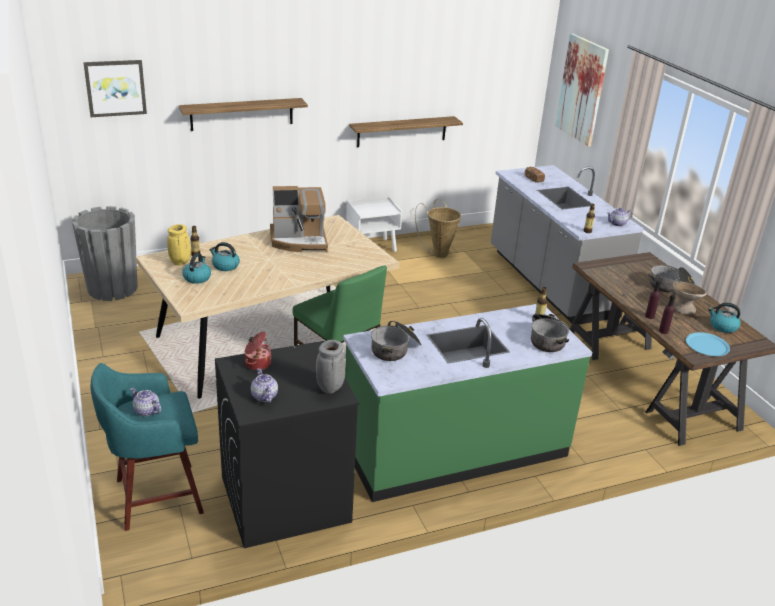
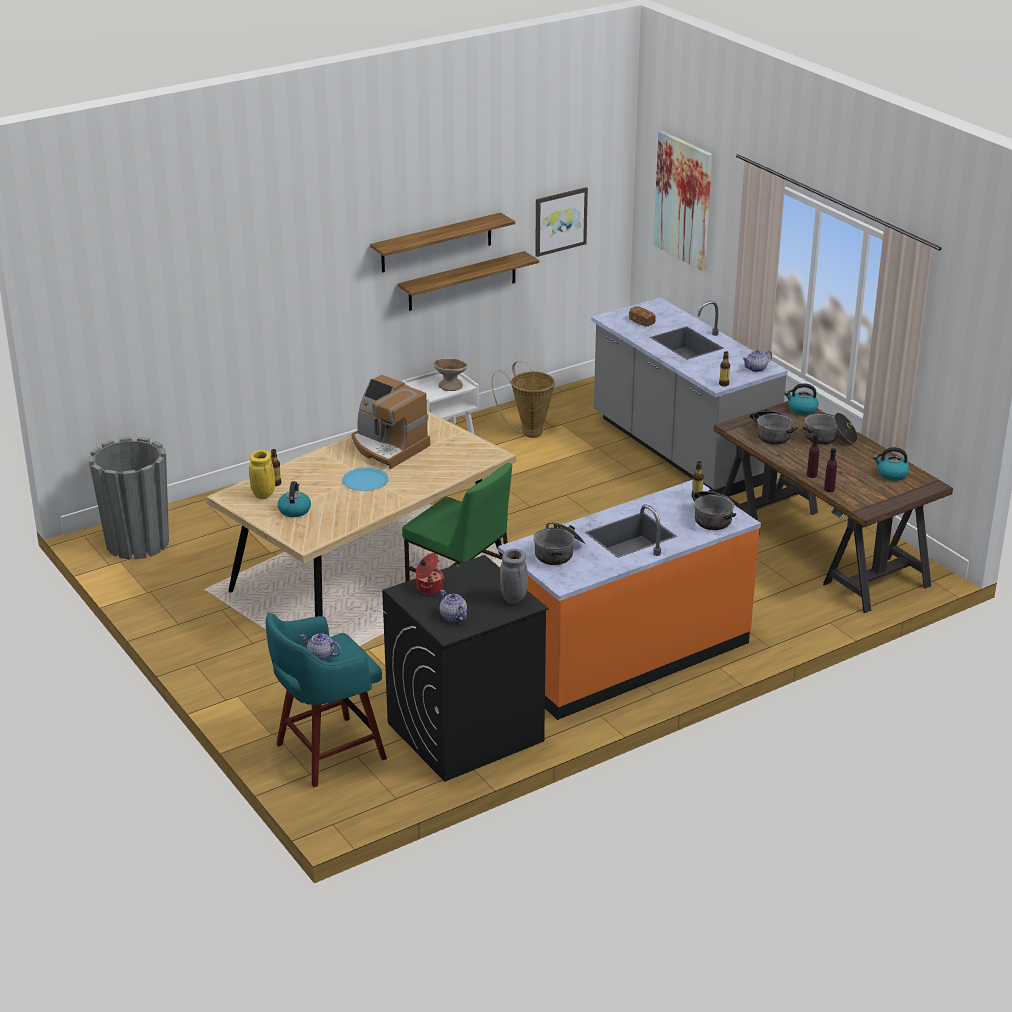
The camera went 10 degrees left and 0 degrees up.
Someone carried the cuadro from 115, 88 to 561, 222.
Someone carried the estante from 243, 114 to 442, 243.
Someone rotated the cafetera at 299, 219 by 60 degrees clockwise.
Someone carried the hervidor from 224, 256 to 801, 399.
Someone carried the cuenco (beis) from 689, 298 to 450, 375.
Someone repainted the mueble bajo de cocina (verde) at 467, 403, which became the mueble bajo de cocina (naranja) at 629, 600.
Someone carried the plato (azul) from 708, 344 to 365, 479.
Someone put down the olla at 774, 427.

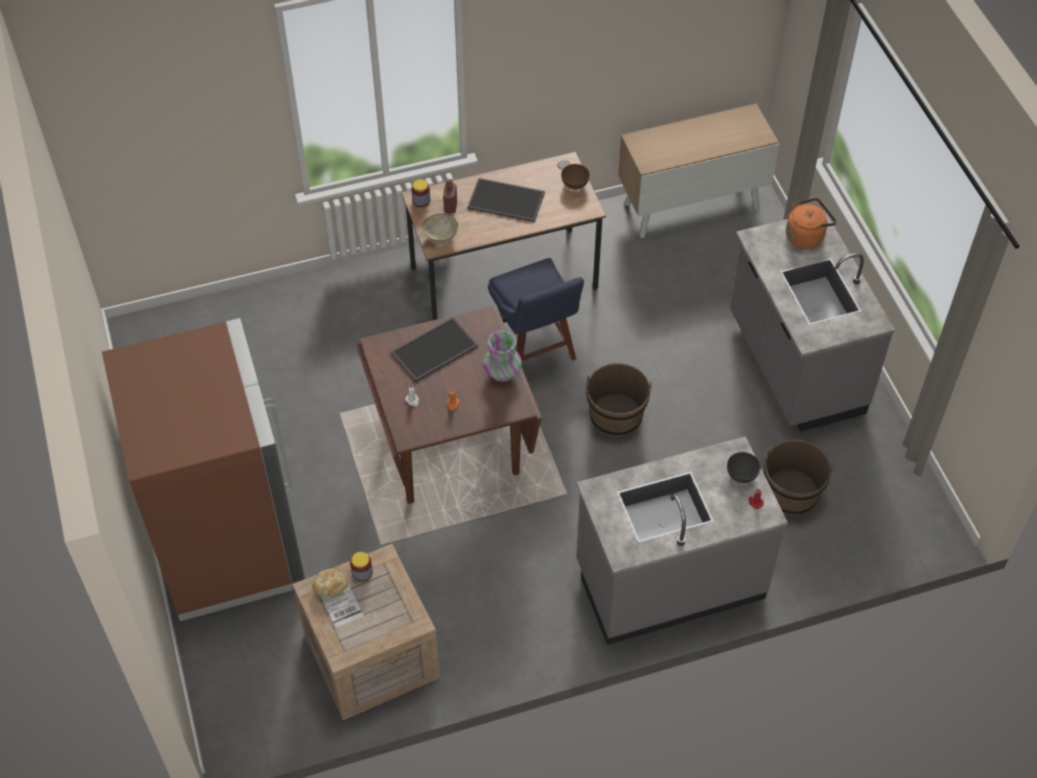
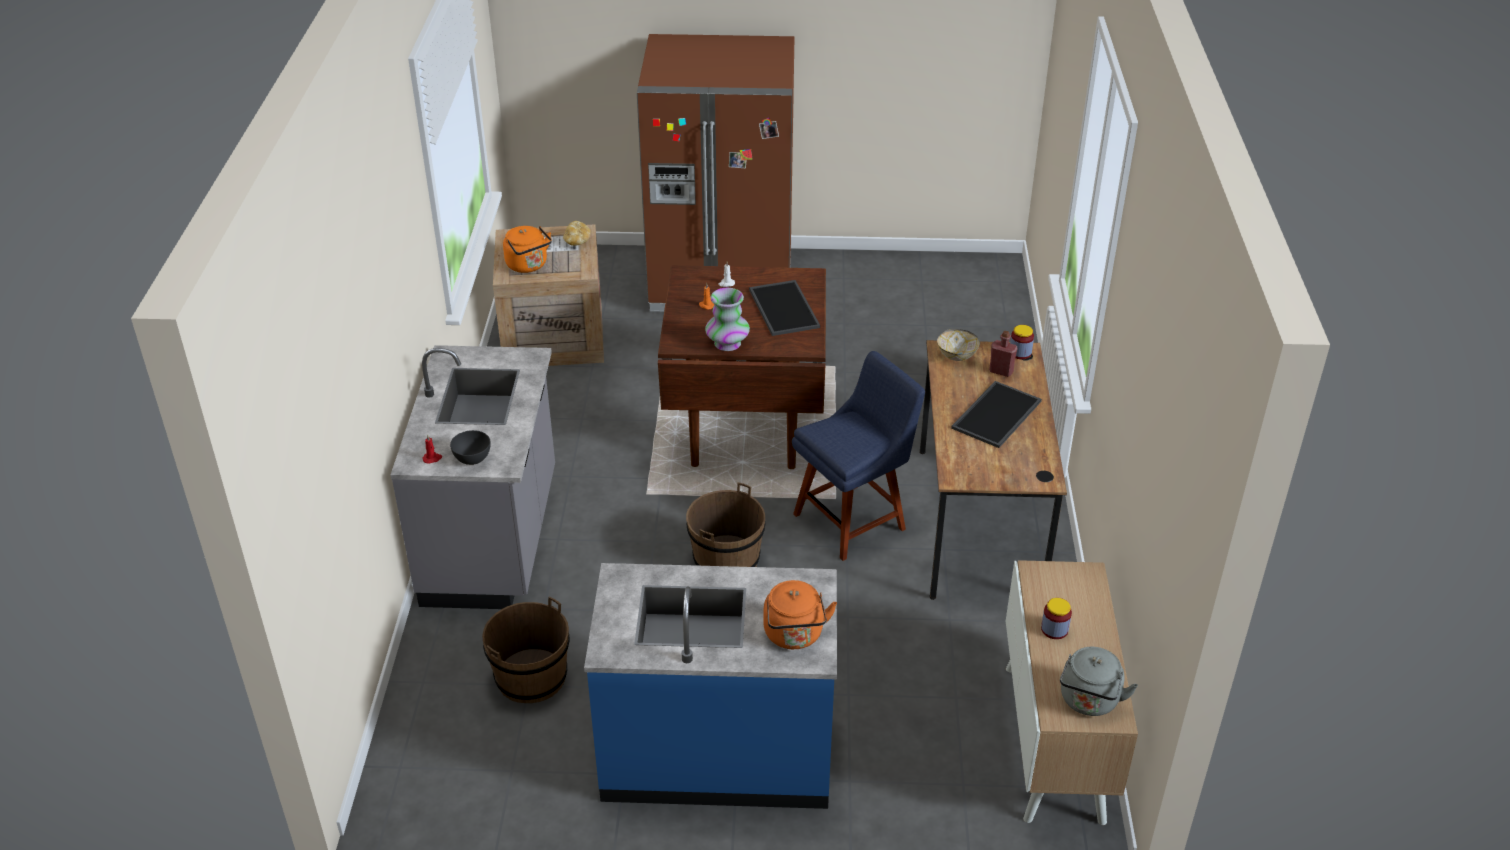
The camera went 110 degrees right and 15 degrees down.
Someone took away the cuenco (marrón) at 575, 177.
Someone repainted the mueble bajo de cocina (gris) at 812, 321, which became the mueble bajo de cocina (azul) at 710, 686.
Someone rotated the silla (azul) at 536, 312 by 150 degrees clockwise.
Someone carried the tarro from 361, 567 to 1056, 618.
Someone put down the hervidor (naranja) at 527, 249.
Someone put down the hervidor (gris) at 1099, 681.

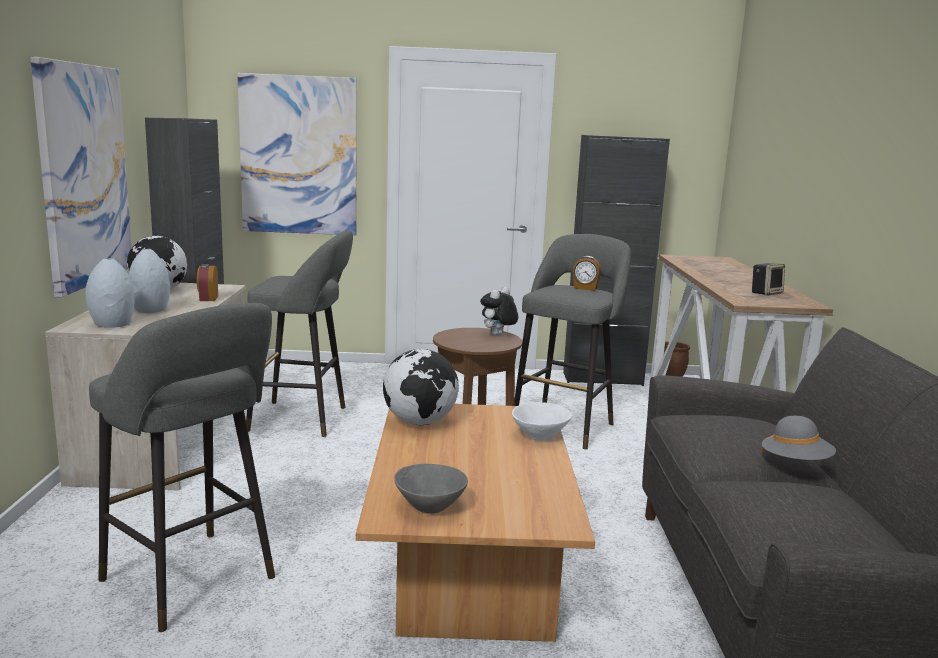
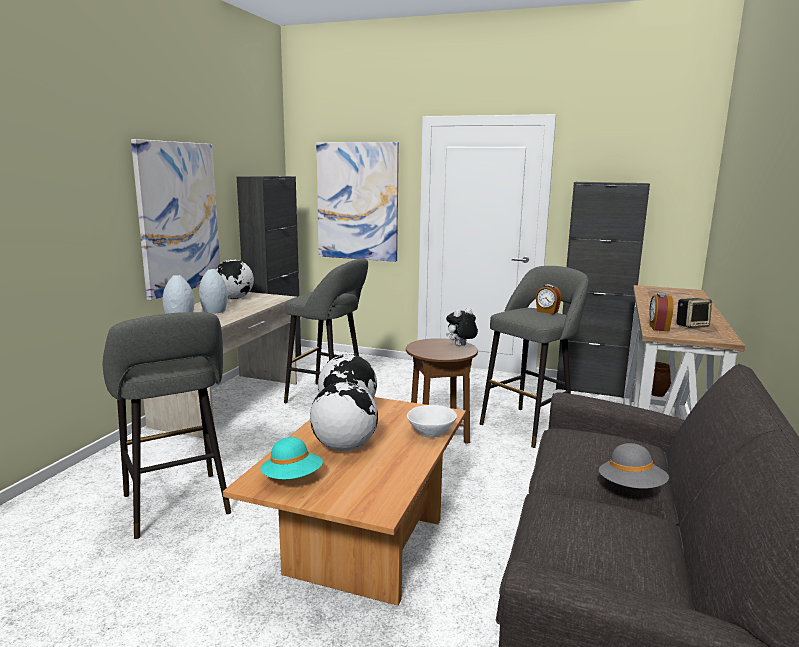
The camera went 20 degrees right and 0 degrees up.
Someone carried the despertador from 207, 282 to 661, 312.
Someone swapped the cuenco (gris) at 431, 489 for the sombrero (turquesa) at 292, 458.
Someone put down the globo terráqueo at 344, 416.

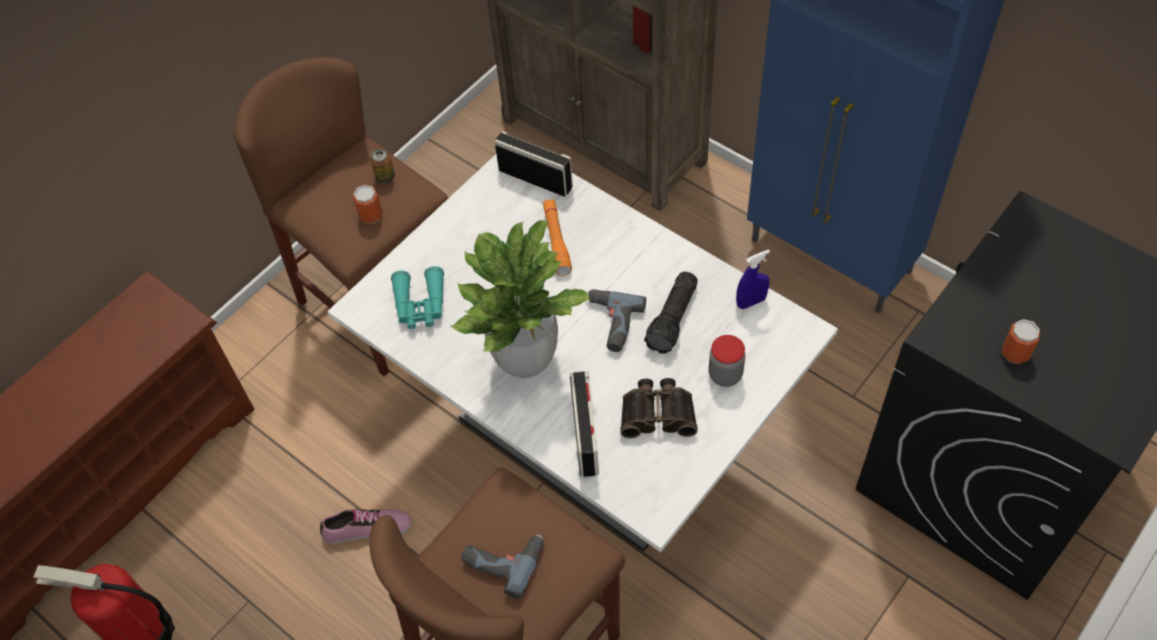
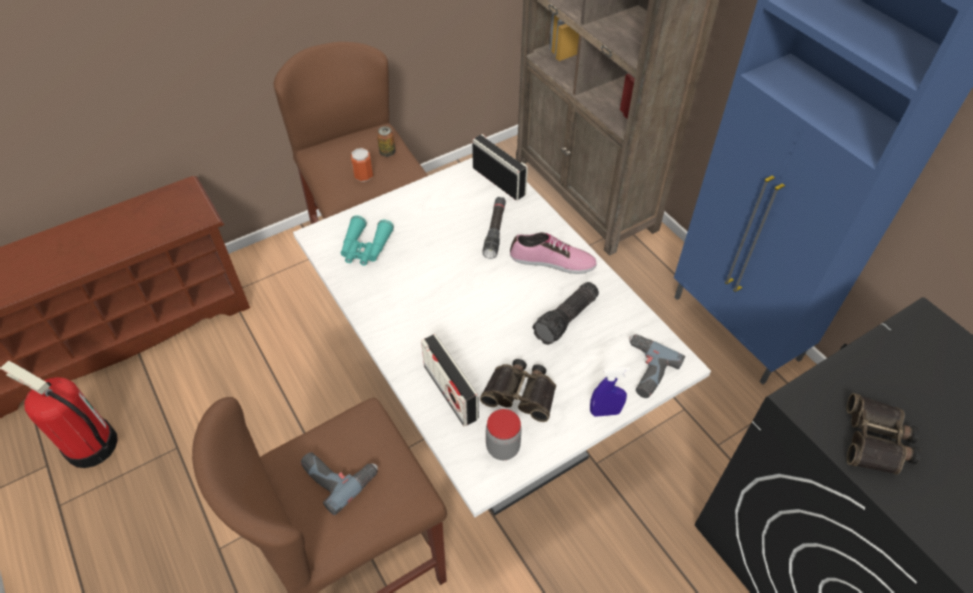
The camera went 15 degrees right and 5 degrees down.
Someone repainted the linterna (naranja) at 557, 237, which became the linterna (negro) at 494, 228.
Someone took away the planta en maceta at 519, 299.
Someone carried the pulverizador (azul) from 753, 279 to 610, 392.
Someone carried the taladro from 616, 320 to 657, 366.
Someone swapped the lata at 1021, 341 for the prismáticos at 884, 434.
Someone carried the tarro from 726, 361 to 504, 434.
Someone rotated the radio at 584, 424 by 135 degrees clockwise.
Someone carried the zapato from 366, 526 to 553, 253.

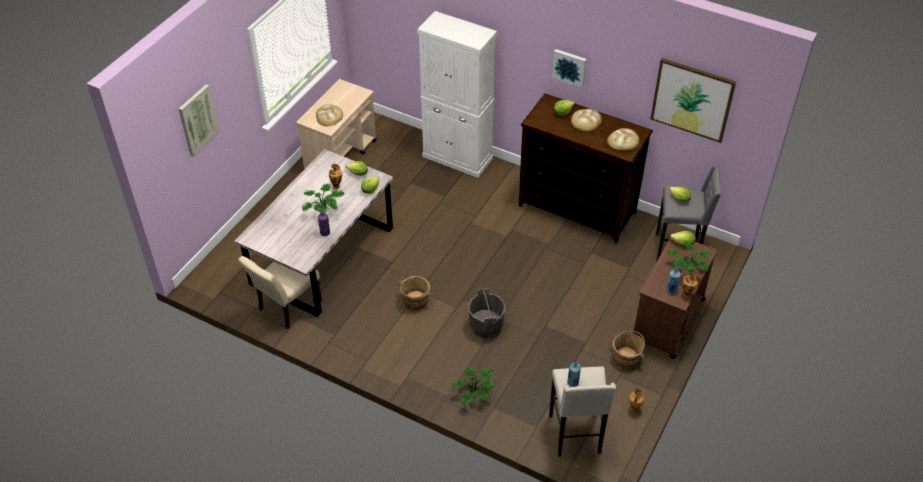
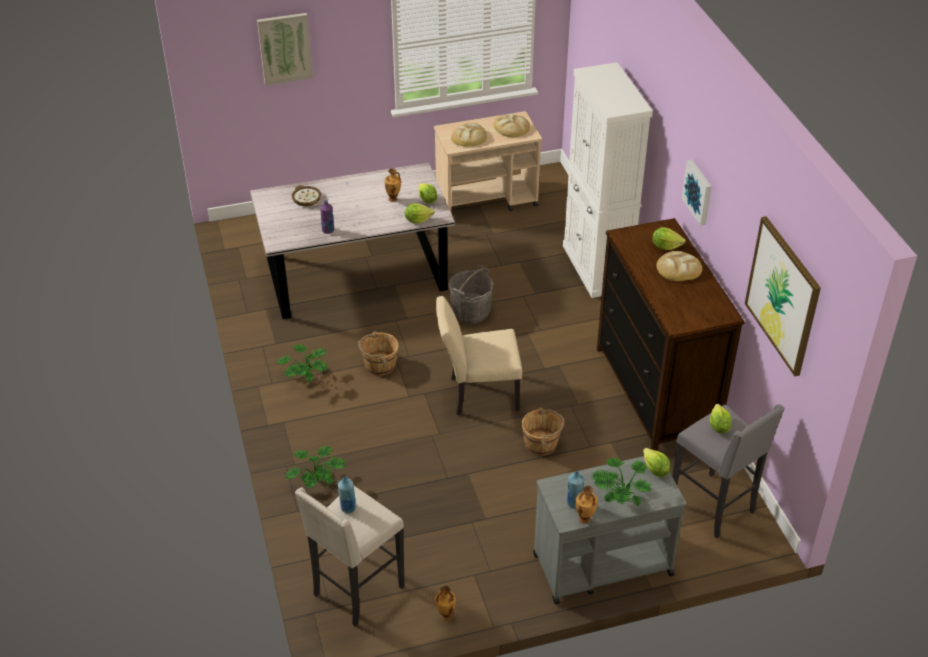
The camera went 45 degrees right and 5 degrees down.
Someone carried the pan from 623, 139 to 511, 125.
Someone carried the planta en maceta from 323, 198 to 302, 363.
Someone repainted the carrito (marrón) at 675, 298, which became the carrito (gris) at 609, 530.
Someone carried the silla (beis) from 280, 292 to 479, 355.
Someone carried the cubo (gris) from 486, 313 to 470, 294.
Someone carried the cubo (marrón) from 628, 349 to 543, 431.
Someone put down the cuenco at 306, 195.

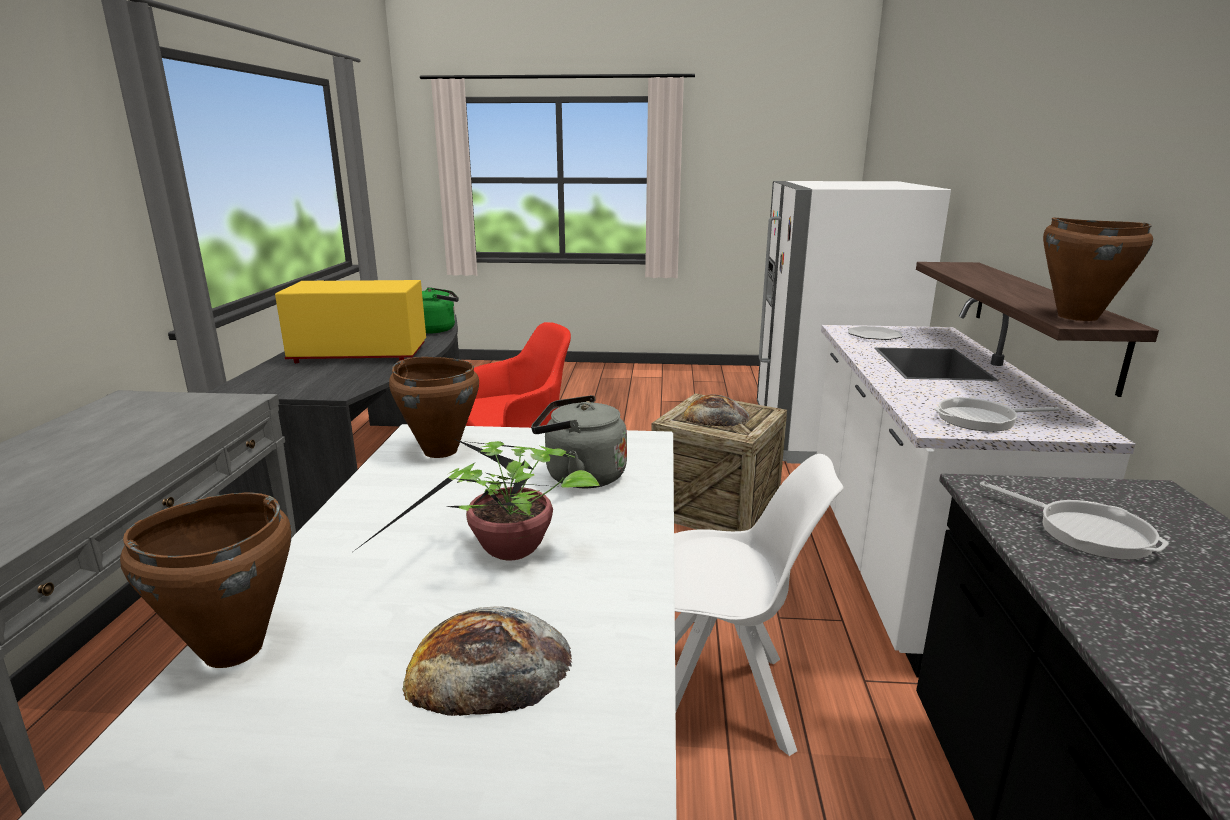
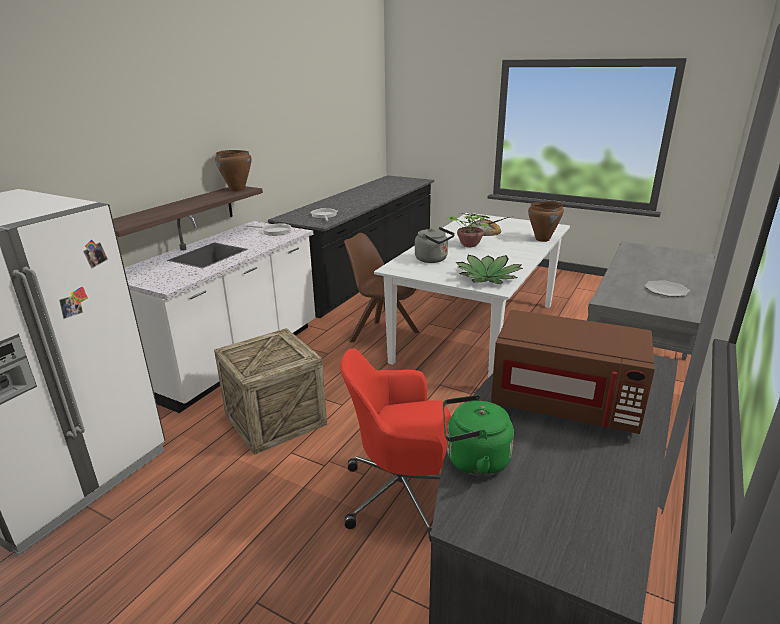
The camera went 155 degrees left and 5 degrees up.
Someone repainted the microondas (amarillo) at 350, 321, which became the microondas (marrón) at 573, 372.
Someone carried the plato from 875, 333 to 667, 288.
Someone swapped the olla (marrón) at 434, 407 for the planta en maceta at 489, 269.
Someone took away the pan at 716, 410.
Someone repainted the silla (blanco) at 758, 605, which became the silla (marrón) at 382, 288.

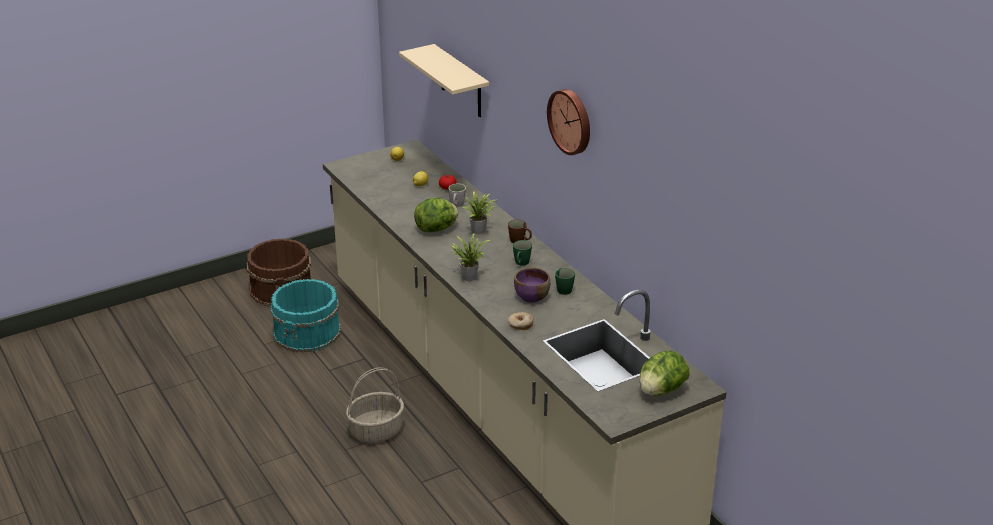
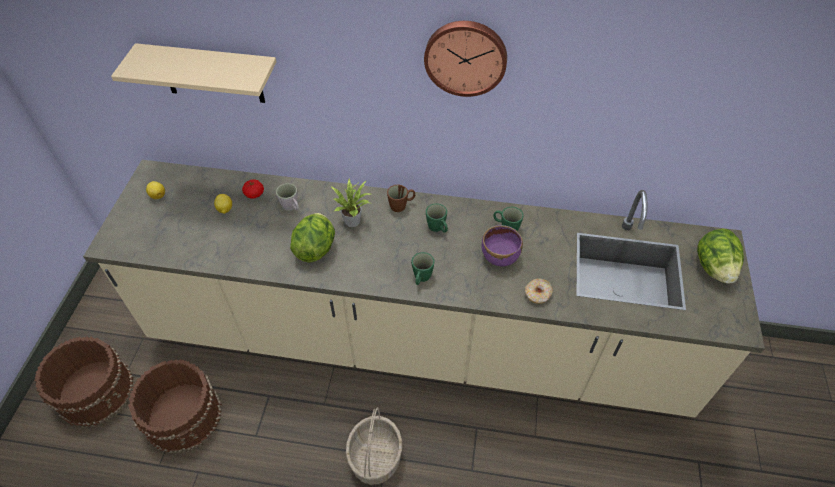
The camera went 50 degrees left and 20 degrees up.
Someone swapped the planta en maceta at 470, 257 for the taza grande (verde) at 423, 268.
Someone repainted the cubo (turquesa) at 305, 316, which became the cubo (marrón) at 175, 406.

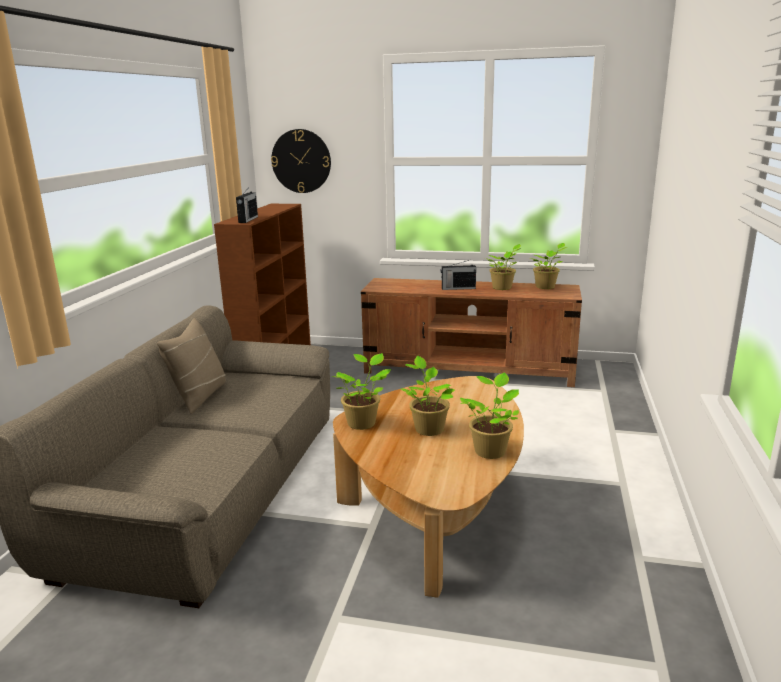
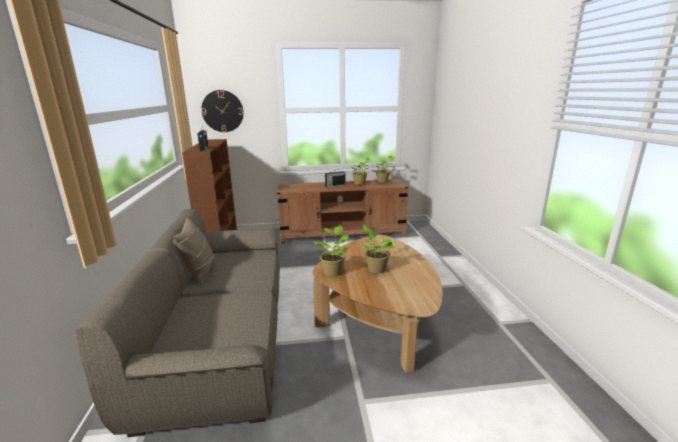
The camera went 20 degrees left and 0 degrees up.
Someone took away the planta en maceta at 489, 415.

